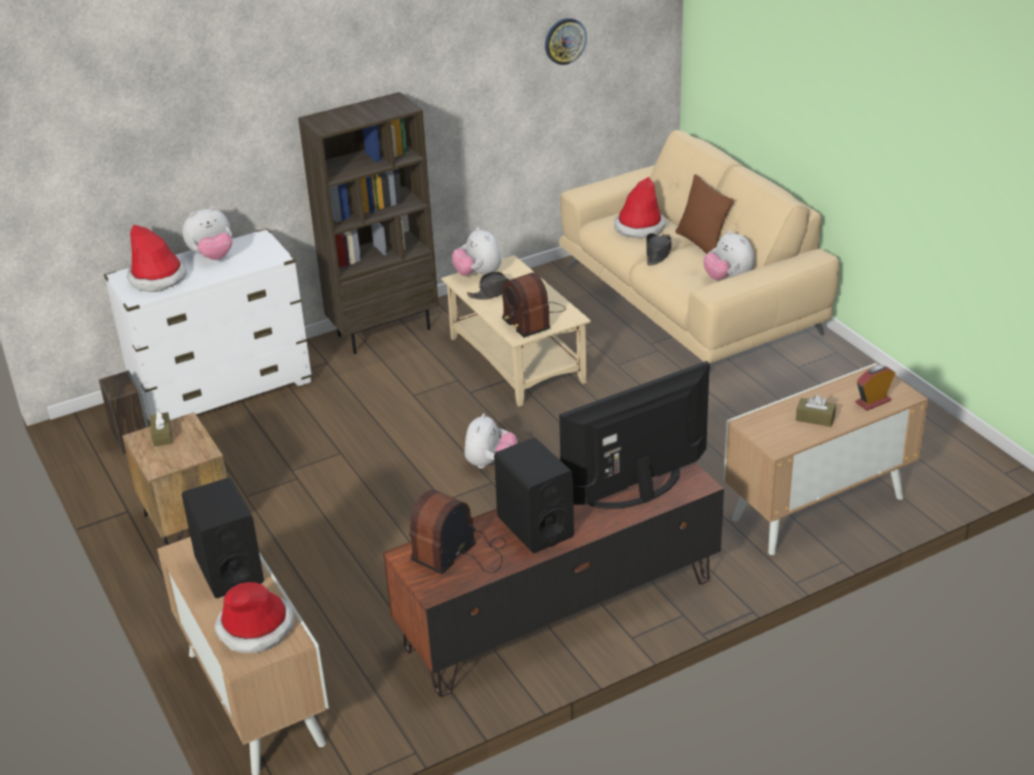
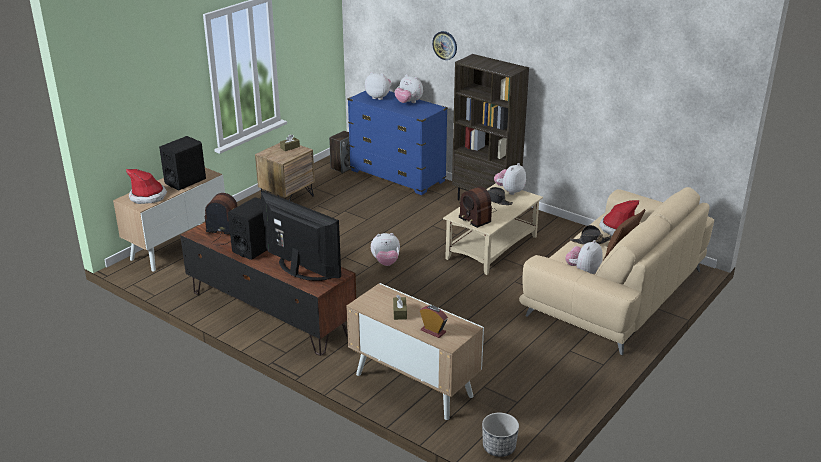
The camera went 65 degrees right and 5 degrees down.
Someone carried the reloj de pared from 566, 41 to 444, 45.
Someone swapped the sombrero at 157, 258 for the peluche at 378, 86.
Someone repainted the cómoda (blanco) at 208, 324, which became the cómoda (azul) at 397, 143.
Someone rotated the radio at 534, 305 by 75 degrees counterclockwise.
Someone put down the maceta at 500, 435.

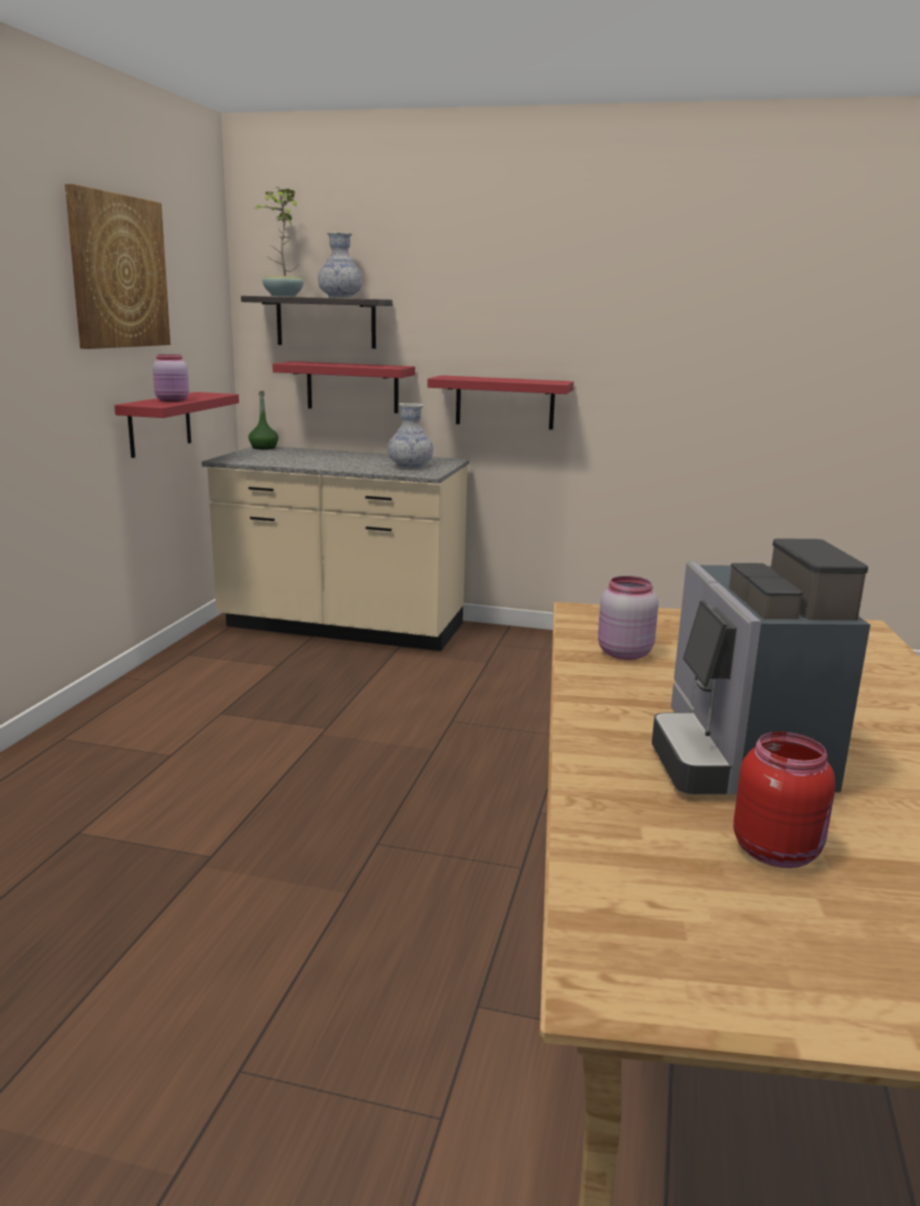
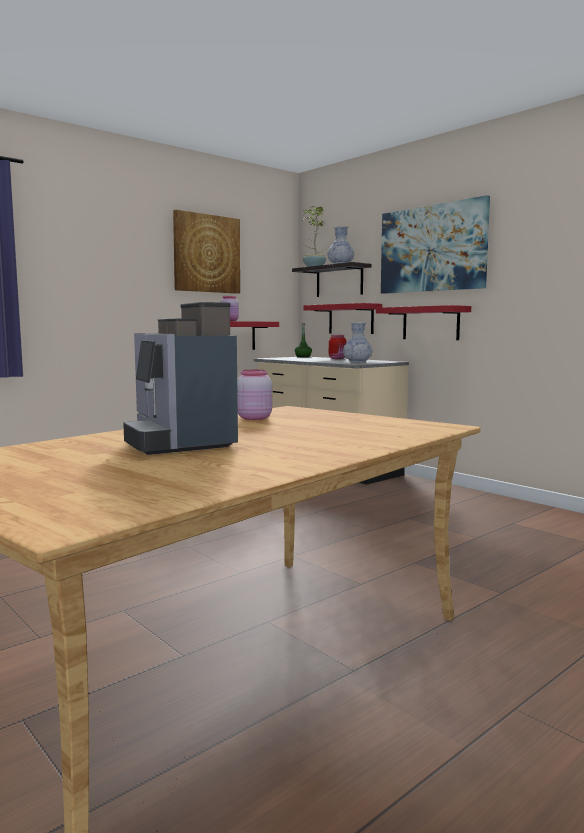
The camera went 35 degrees right and 10 degrees down.
Someone rotated the cafetera at 761, 666 by 60 degrees counterclockwise.
Someone carried the tarro (rojo) from 784, 800 to 338, 347.
Someone put up the cuadro at 435, 244.

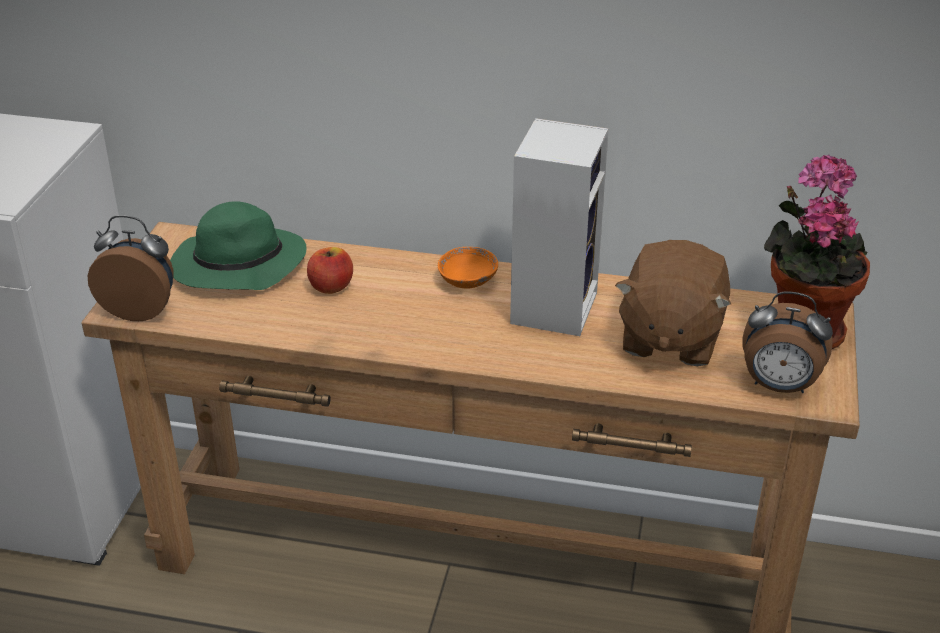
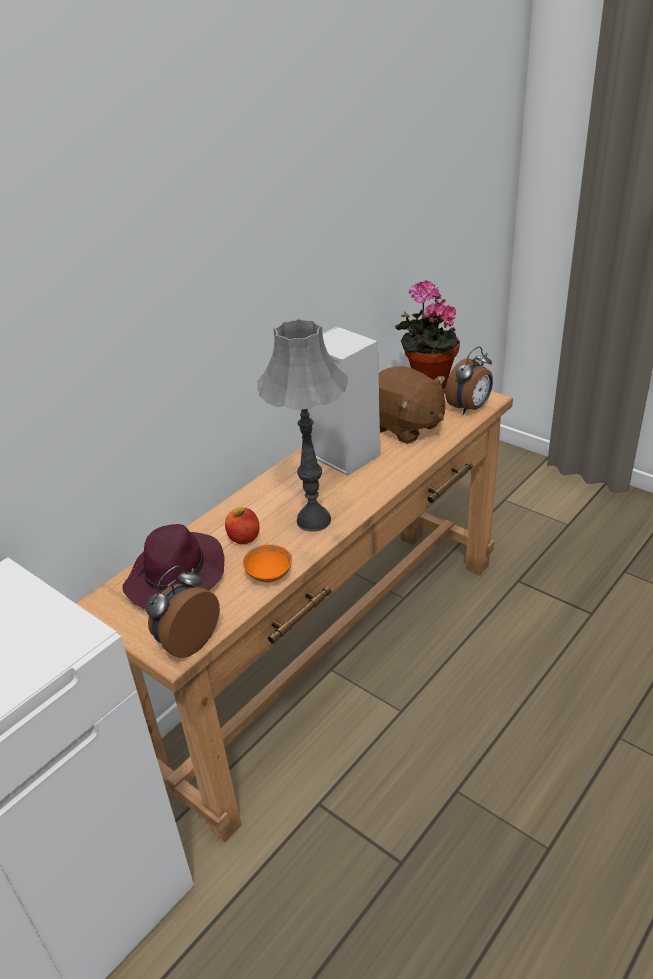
The camera went 60 degrees left and 0 degrees up.
Someone repainted the sombrero (verde) at 238, 245, which became the sombrero (morado) at 173, 566.
Someone carried the cuenco (naranja) from 468, 268 to 267, 563.
Someone put down the lámpara de mesa (gris) at 302, 425.

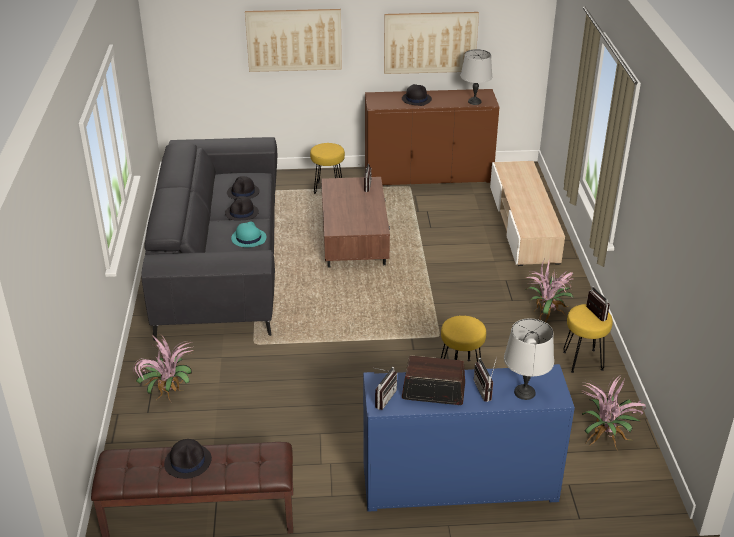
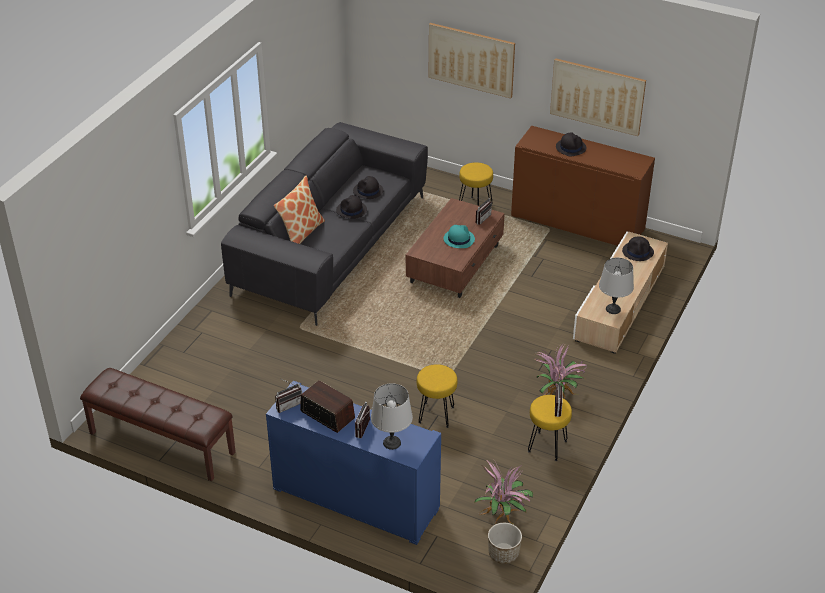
The camera went 30 degrees right and 5 degrees up.
Someone carried the lámpara de mesa (gris) from 476, 77 to 616, 286.
Someone carried the sombrero (turquesa) from 248, 234 to 459, 236.
Someone took away the planta en maceta at 163, 368.
Someone carried the sombrero (negro) from 188, 459 to 638, 248.
Someone put down the cojín at 299, 210.
Someone put down the maceta at 505, 543.

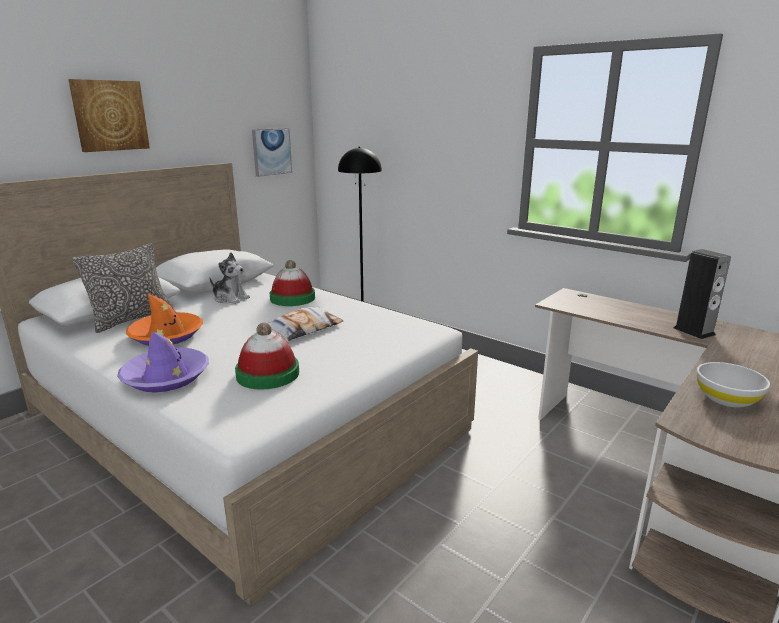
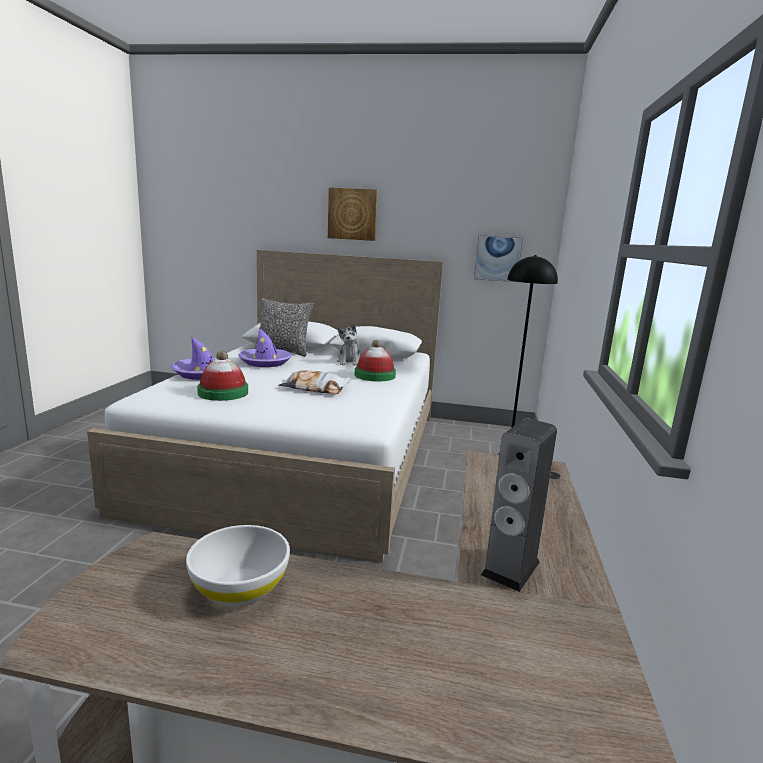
The camera went 60 degrees right and 5 degrees down.
Someone repainted the sombrero (naranja) at 164, 320, which became the sombrero (morado) at 265, 347.

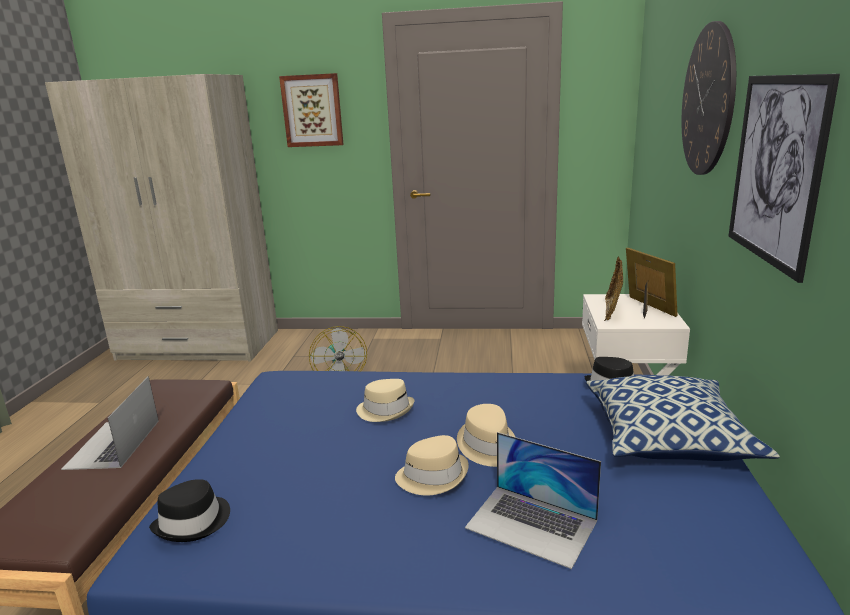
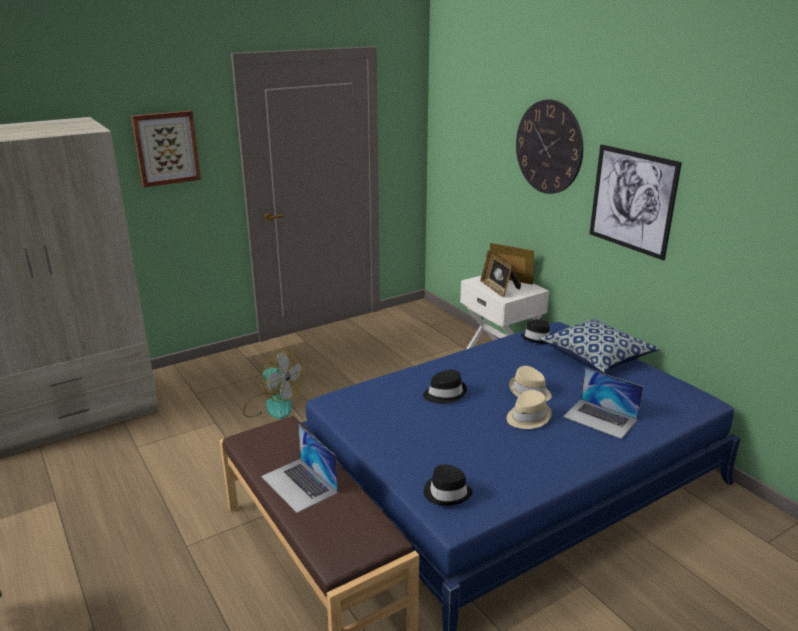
The camera went 40 degrees left and 5 degrees up.
Someone repainted the sombrero (beis) at 385, 400, which became the sombrero (negro) at 445, 386.
Someone rotated the portátil at 533, 500 by 45 degrees clockwise.

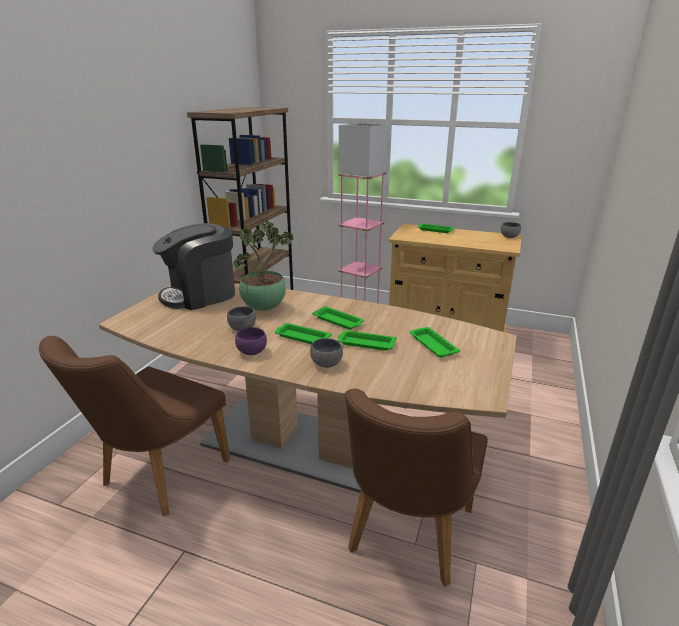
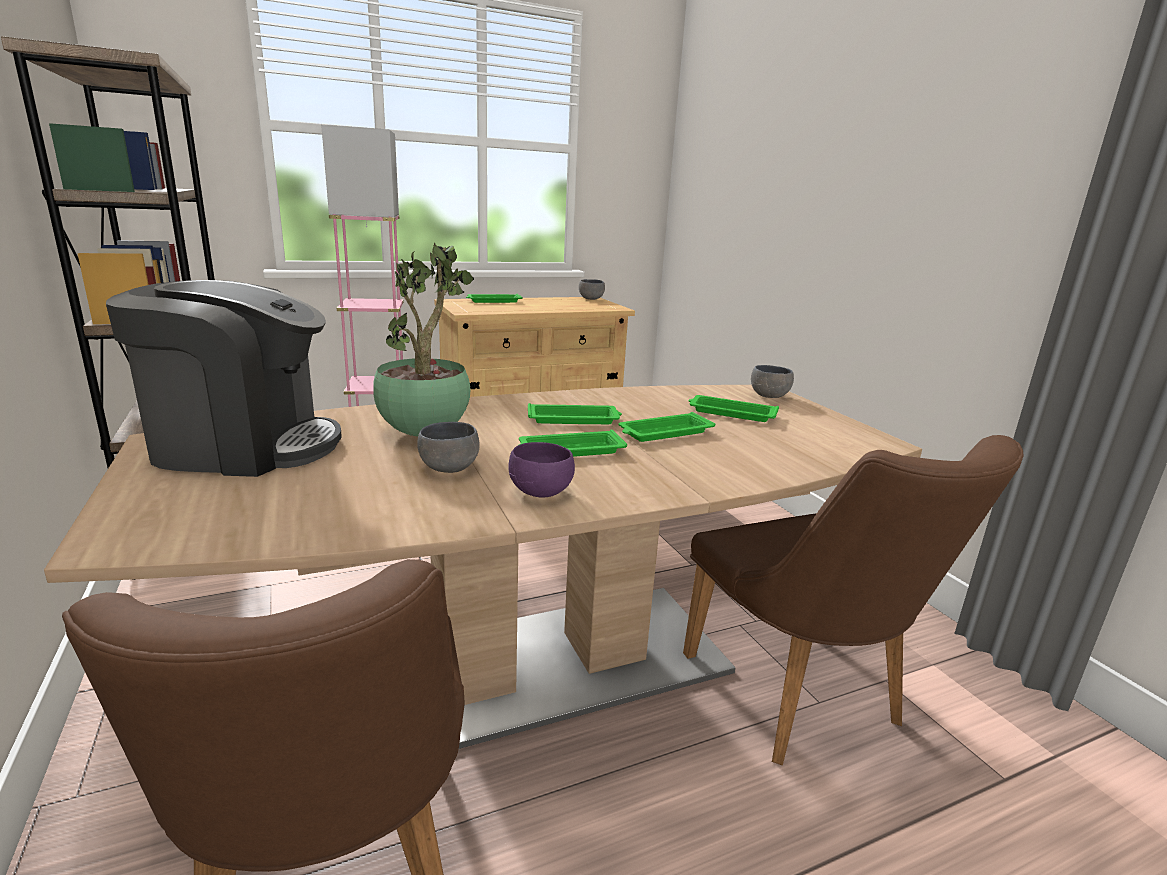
The camera went 45 degrees left and 5 degrees down.
Someone rotated the cafetera at 193, 266 by 105 degrees counterclockwise.
Someone carried the cuenco (gris) from 326, 353 to 772, 381.

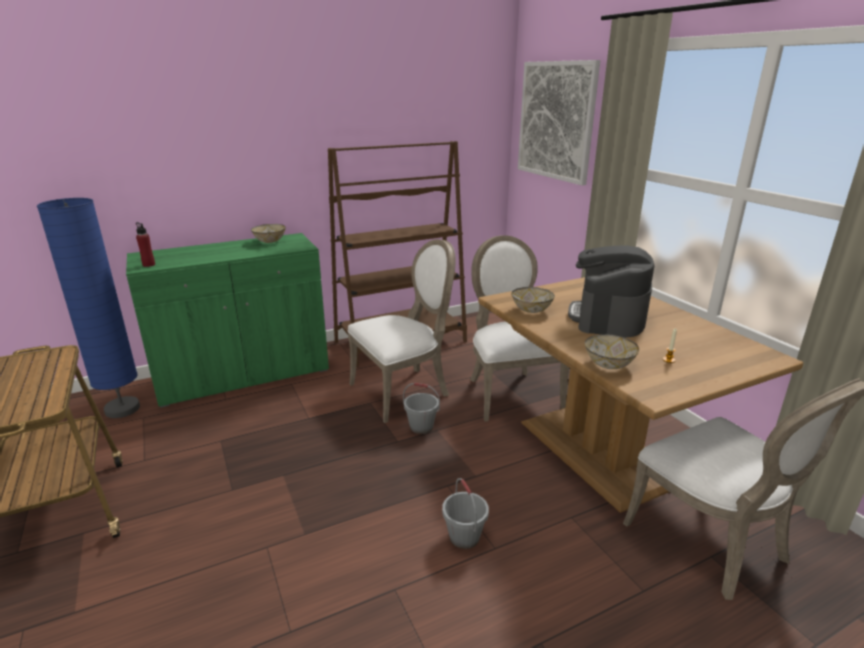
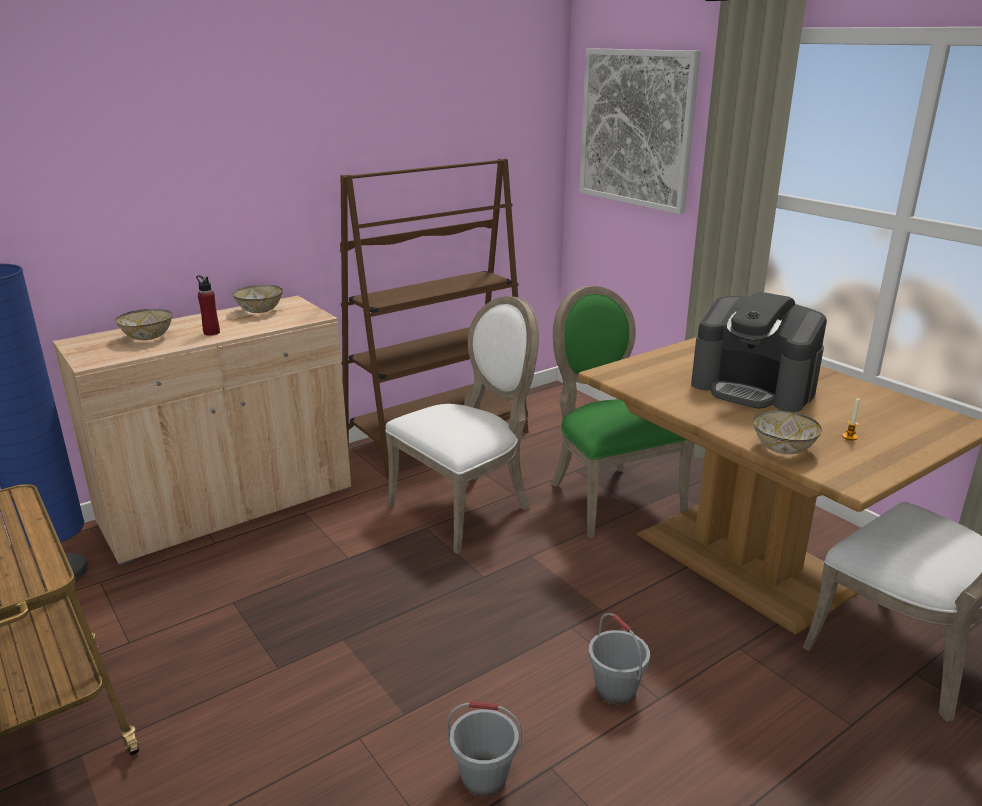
The camera went 10 degrees left and 0 degrees up.
Someone carried the botella (rojo) from 145, 244 to 208, 305.
Someone repainted the armario (verde) at 227, 320, which became the armario (beis) at 202, 430.
Someone repainted the silla (blanco) at 519, 328, which became the silla (verde) at 622, 412.
Someone rotated the cafetera at 611, 291 by 60 degrees counterclockwise.
Someone carried the cuenco from 533, 300 to 144, 324.
Someone carried the cubo (gris) from 421, 408 to 484, 749.

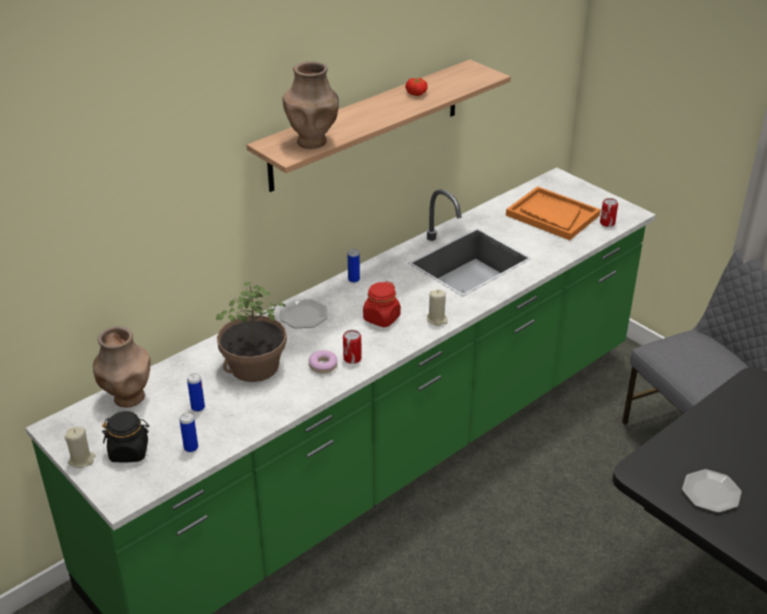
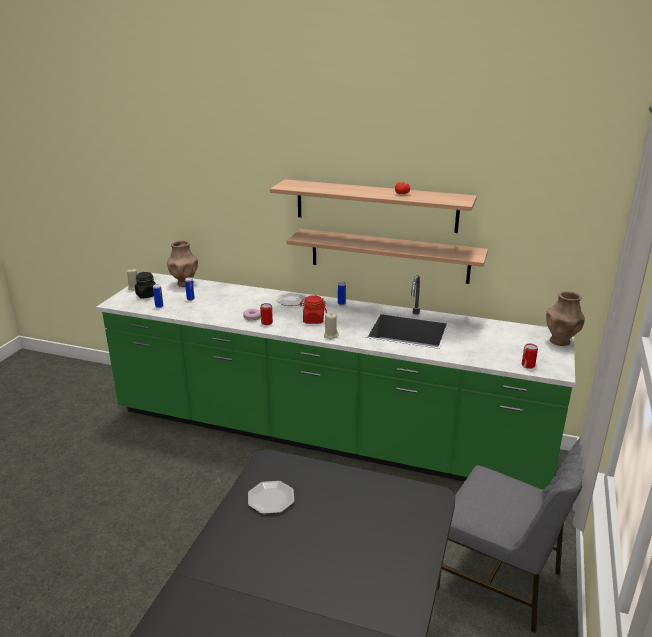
The camera went 60 degrees right and 10 degrees down.
Someone carried the florero (marrón) from 311, 105 to 565, 318.
Someone took away the bandeja (naranja) at 553, 213.
Someone took away the planta en maceta at 251, 332.
Someone put up the estante at 387, 256.

